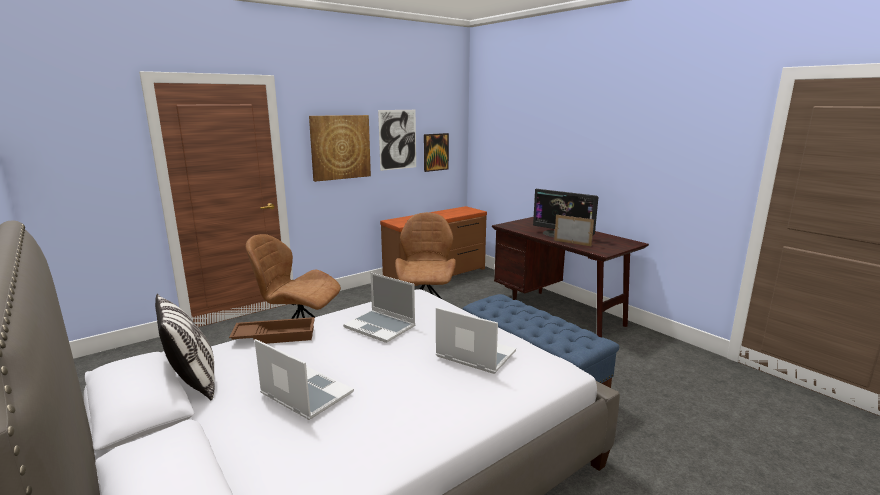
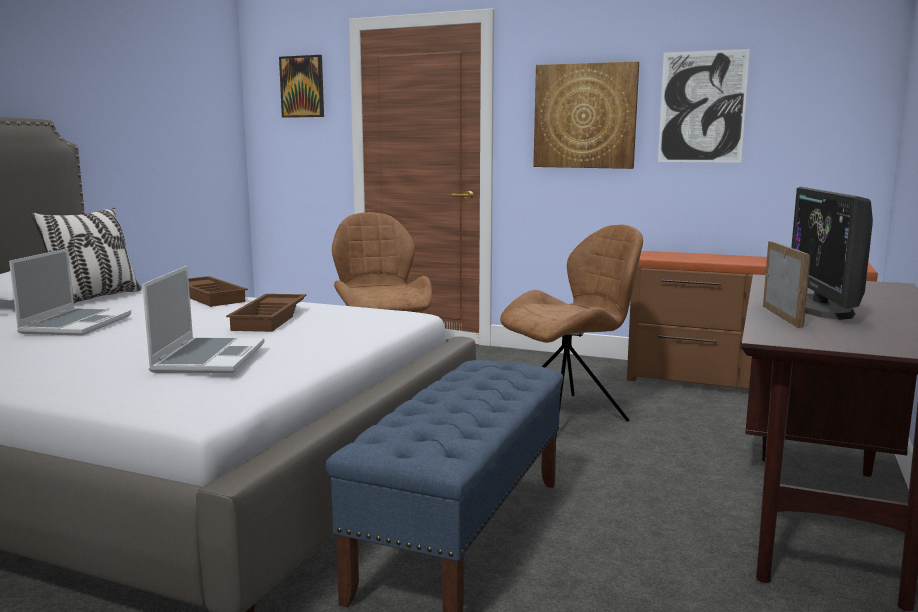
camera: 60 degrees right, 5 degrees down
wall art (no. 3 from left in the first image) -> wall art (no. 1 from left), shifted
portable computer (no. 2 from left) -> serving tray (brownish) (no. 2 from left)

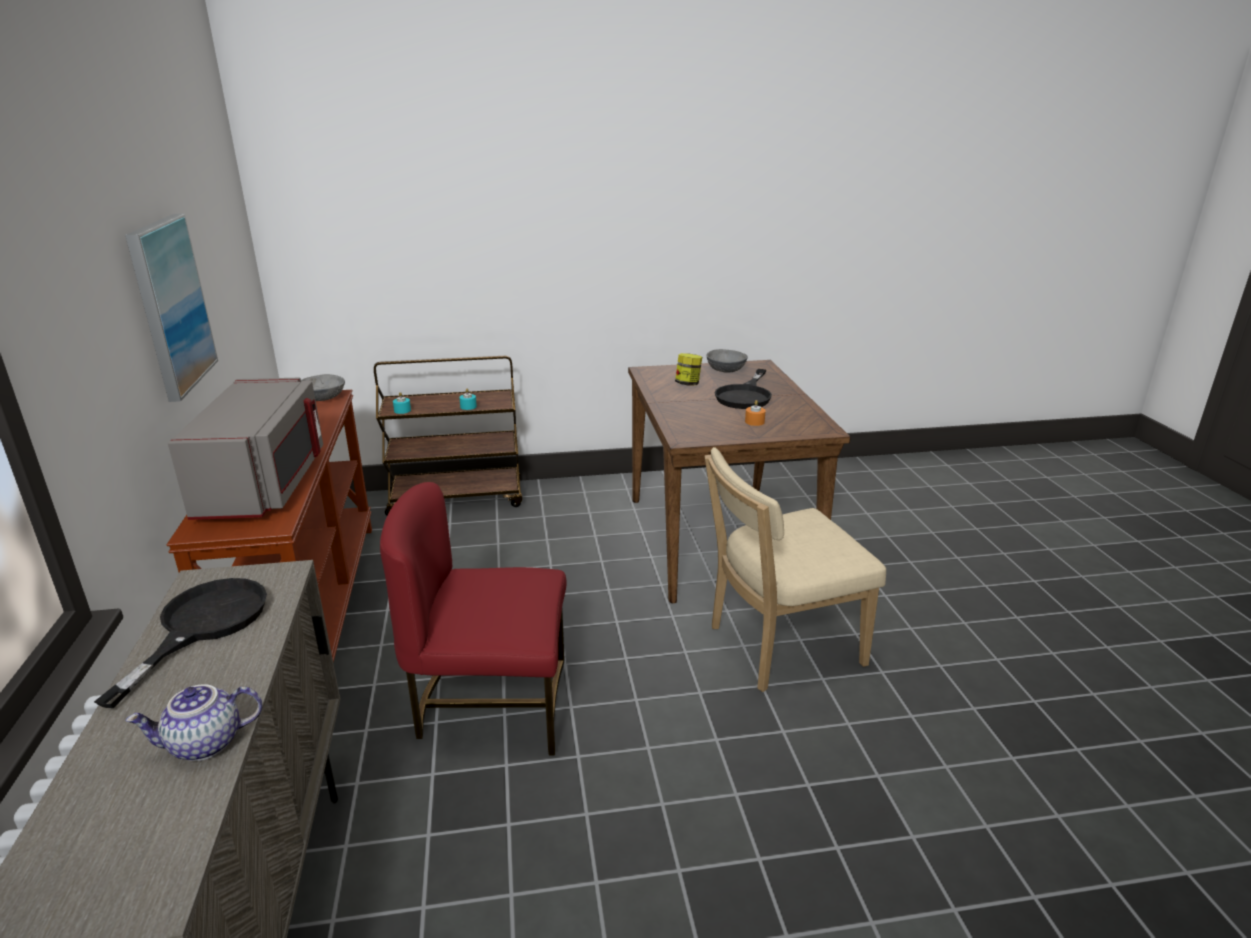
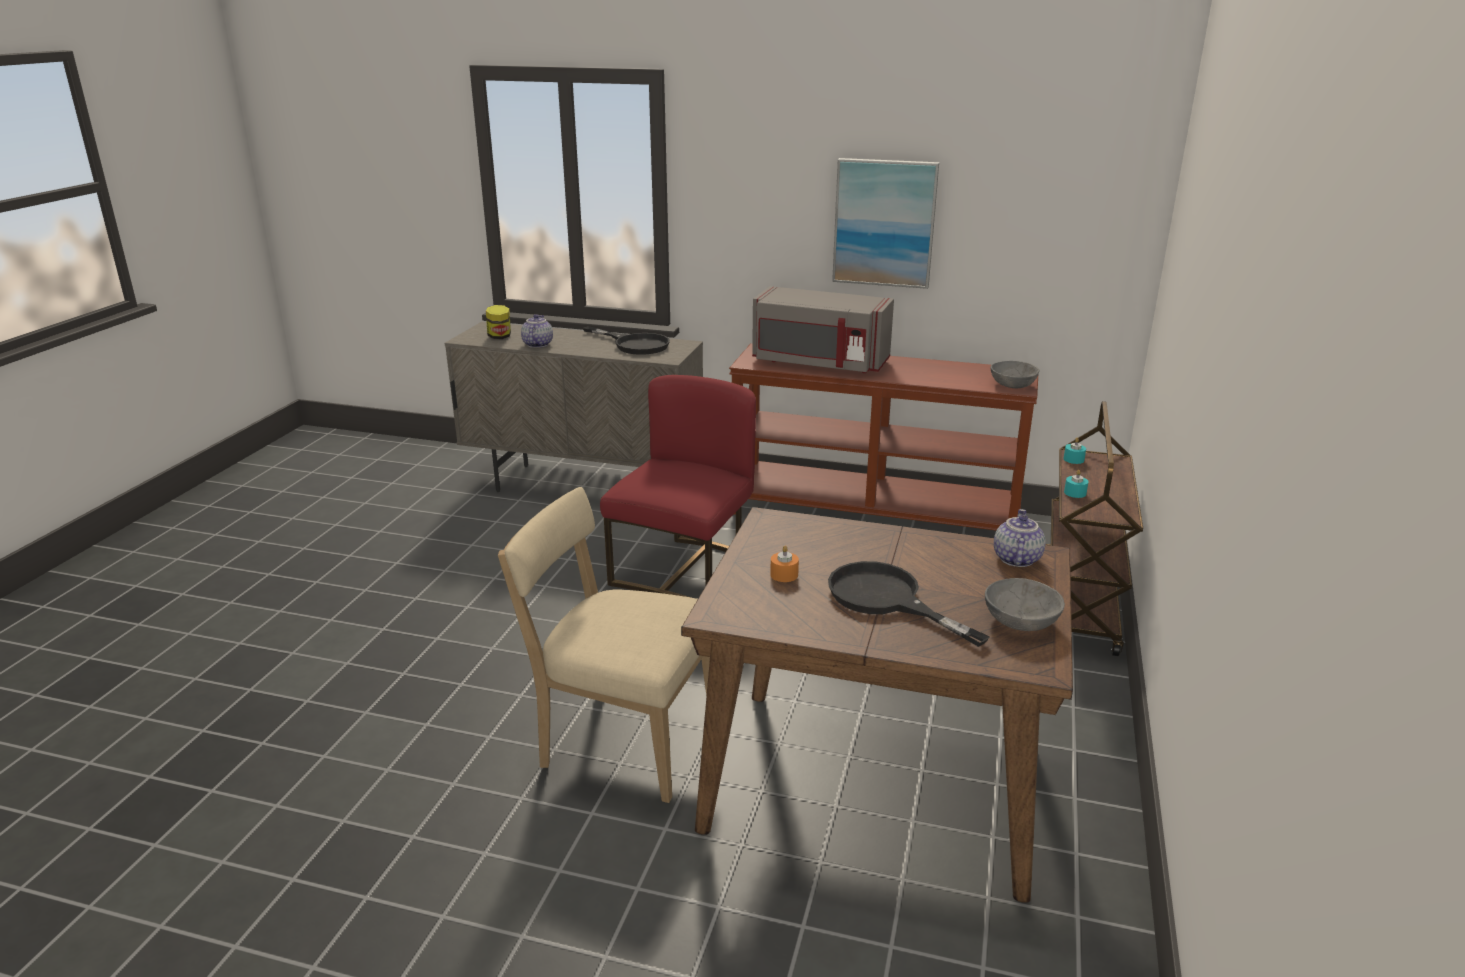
camera: 115 degrees right, 0 degrees up
none -> pot for tea (no. 2 from left)
storage jar, shifted
plain chair (sand-coloured), 75 degrees counterclockwise

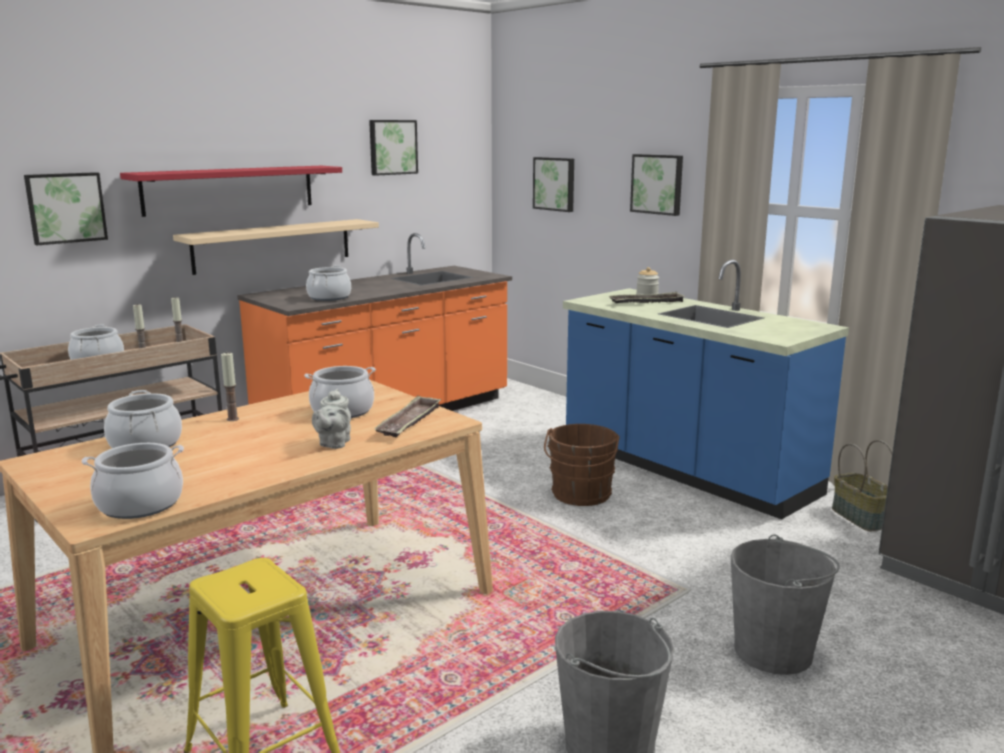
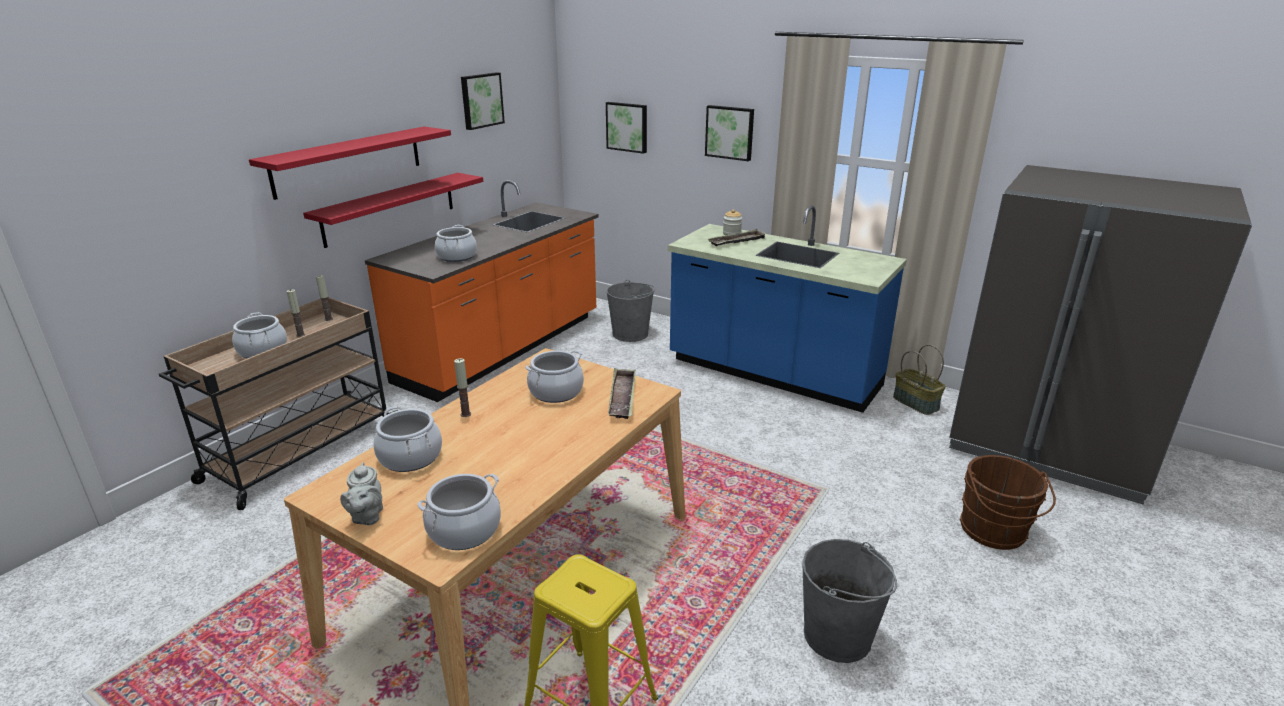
camera: 15 degrees left, 10 degrees up
wall art (no. 1 from left) -> none
pot for tea (grey), shifted
water bucket (brownish), shifted
water bucket (grey) (no. 2 from left in the first image) -> water bucket (grey) (no. 1 from left), shifted
wall shelf (sand-coloured) -> wall shelf (reddish) (no. 2 from left)

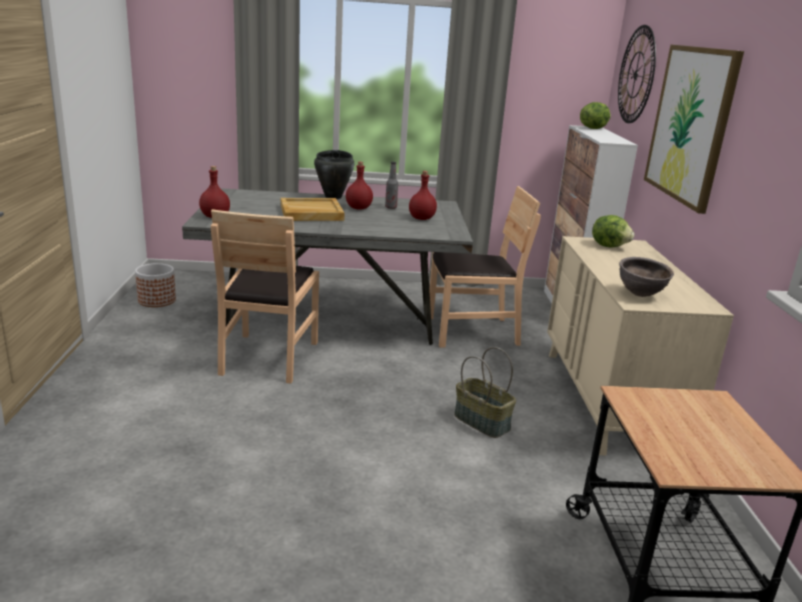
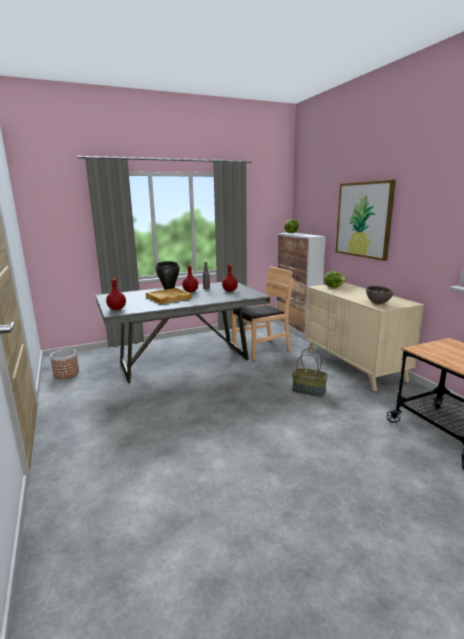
camera: 20 degrees left, 5 degrees down
plain chair (brownish) (no. 1 from left) -> none
hanging clock -> none

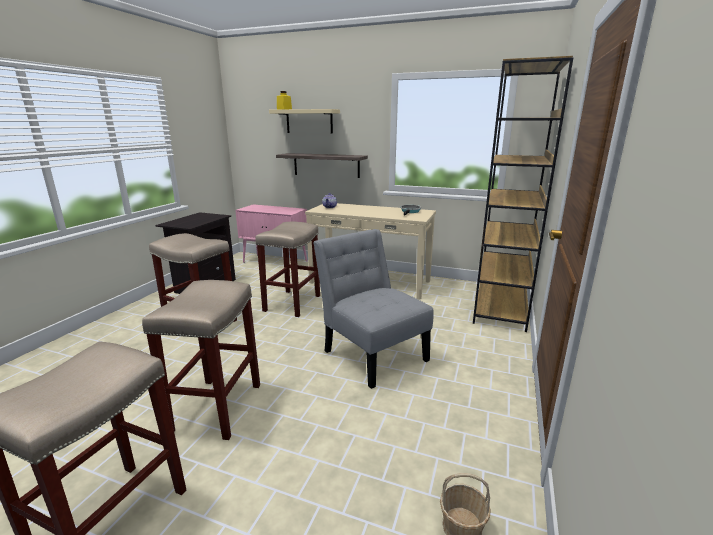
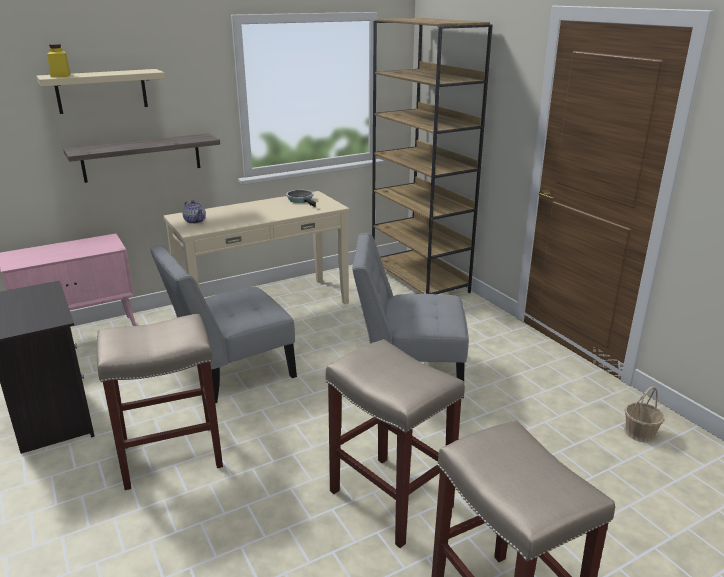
camera: 50 degrees left, 5 degrees up
sitting stool (sand-coloured) (no. 4 from left) -> plain chair (grey) (no. 1 from left)

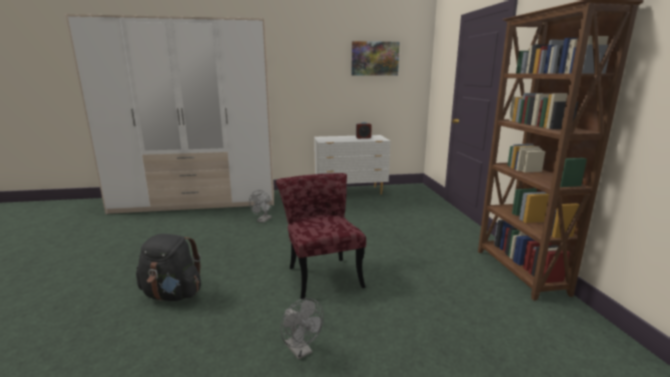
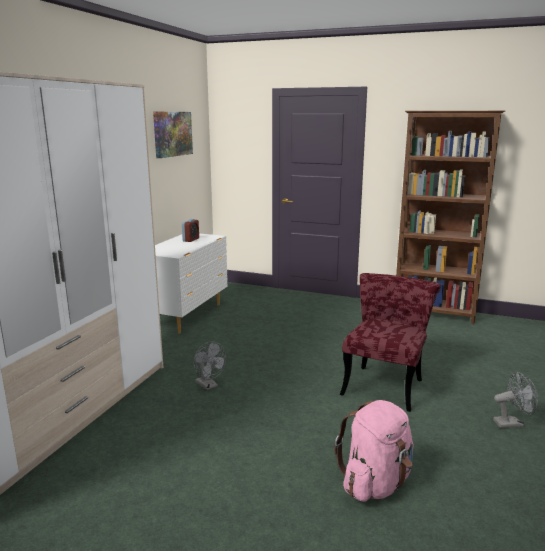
camera: 60 degrees left, 0 degrees up
knapsack (blackish) -> knapsack (pink)
plain chair (reddish), 105 degrees clockwise

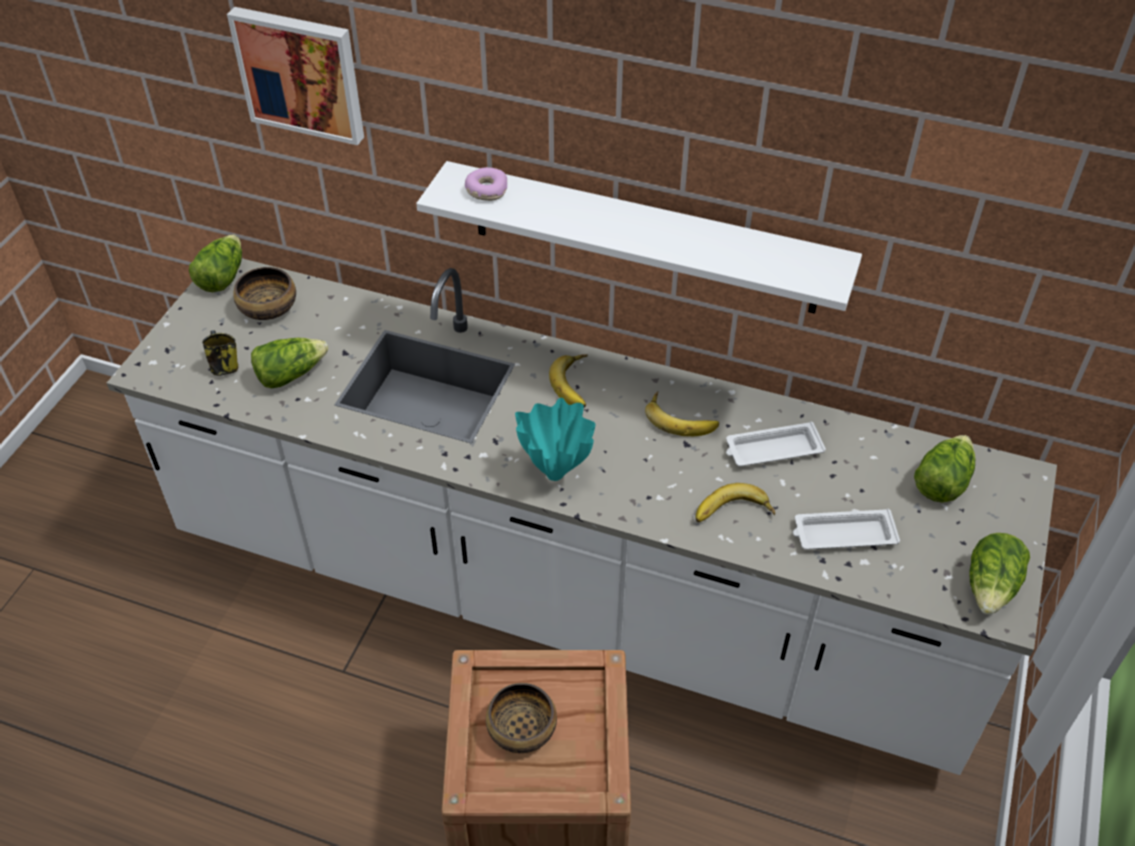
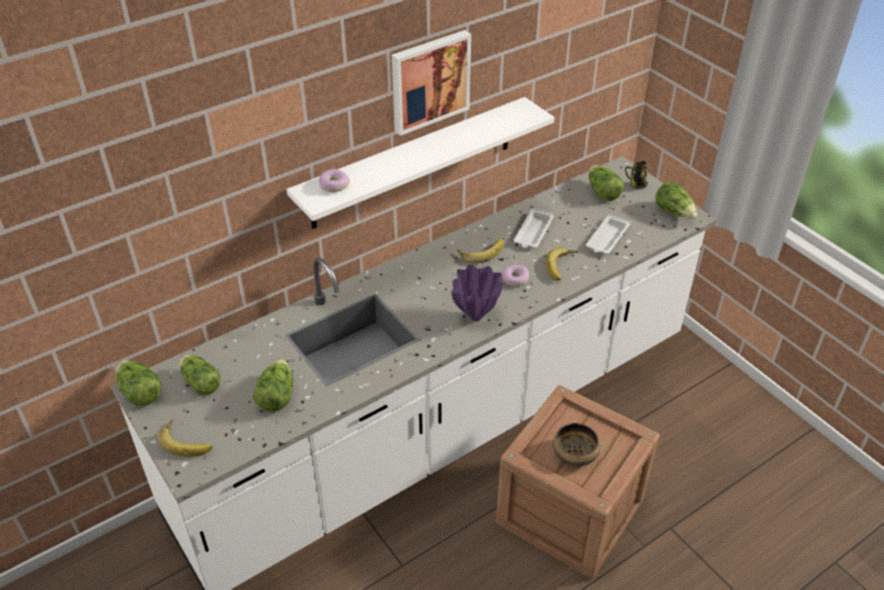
camera: 55 degrees left, 5 degrees down
none -> doughnut (no. 2 from left)
coffee mug, shifted
wall art, shifted
whole banana (no. 1 from left), shifted
bowl (no. 1 from left) -> head of lettuce (no. 2 from left)
flower vase (blue-green) -> flower vase (purple)

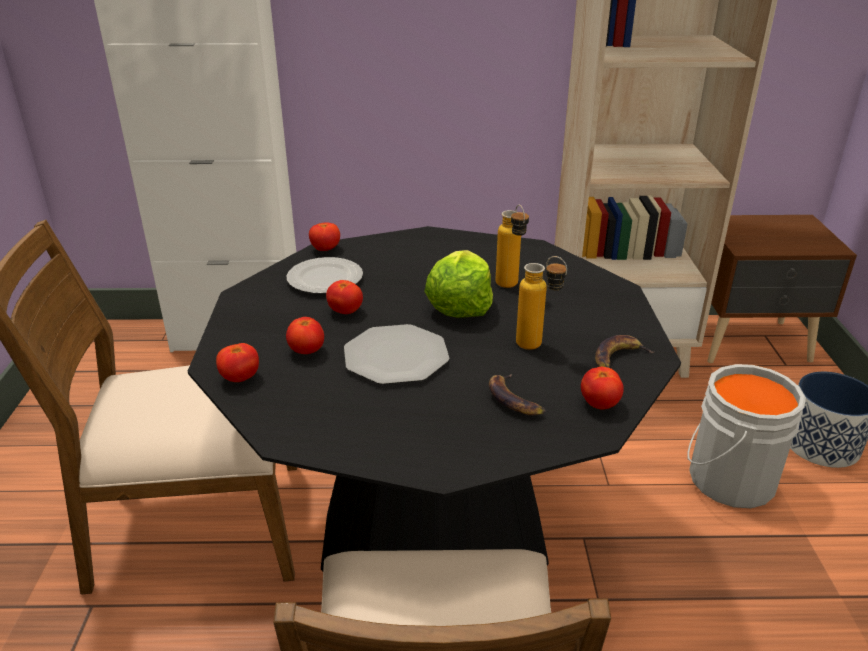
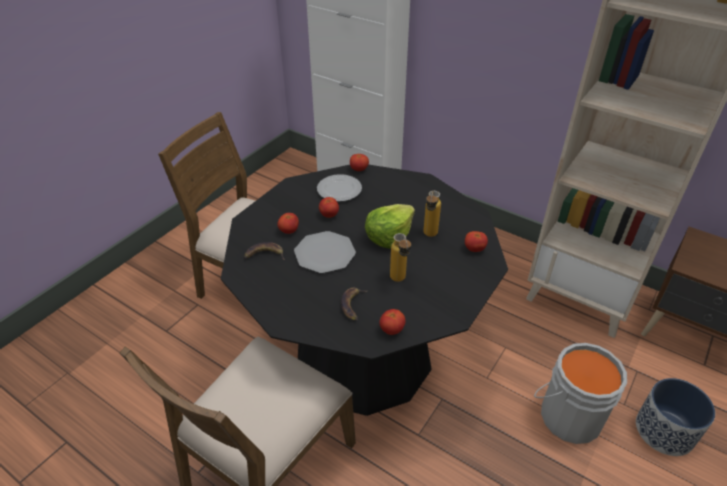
camera: 35 degrees right, 10 degrees up
whole tomato (no. 1 from left in the first image) -> whole tomato (no. 5 from left), shifted
whole banana (no. 2 from left in the first image) -> whole banana (no. 1 from left), shifted

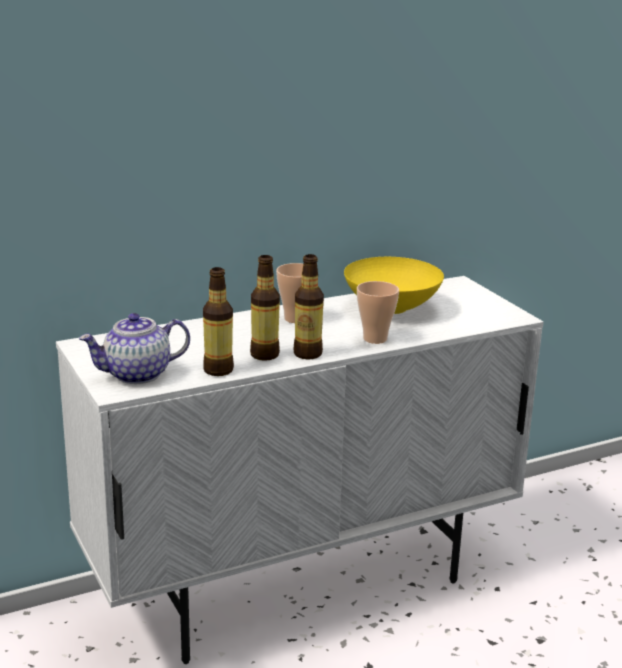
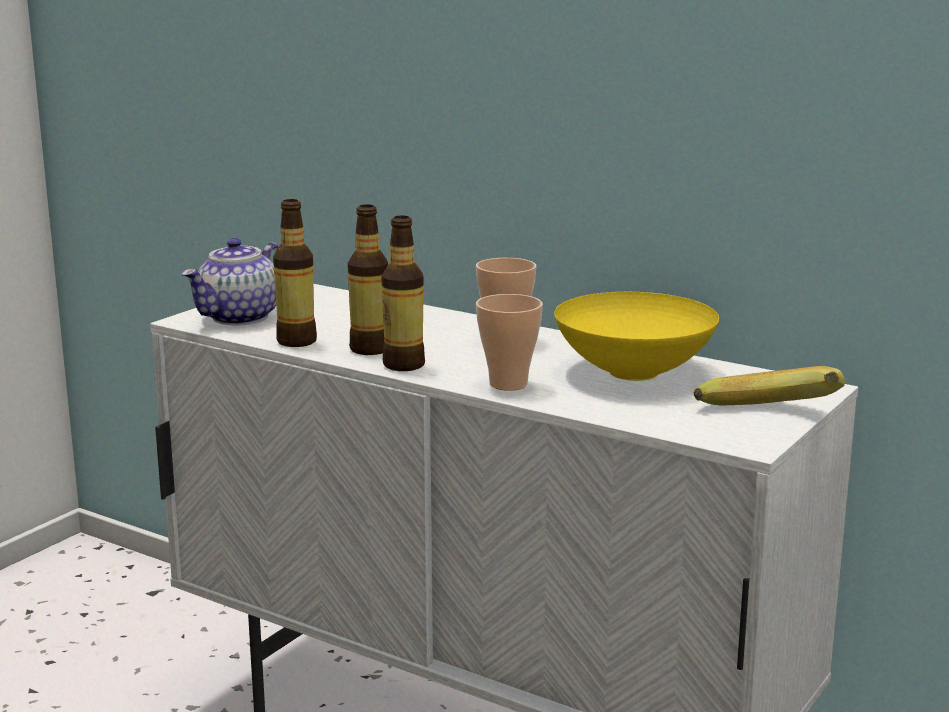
camera: 60 degrees right, 5 degrees down
none -> whole banana
pot for tea, 90 degrees counterclockwise

